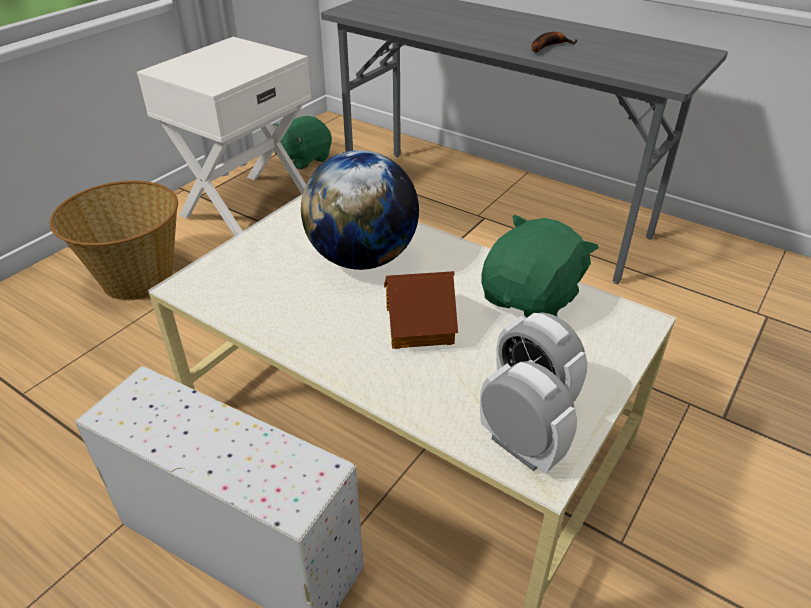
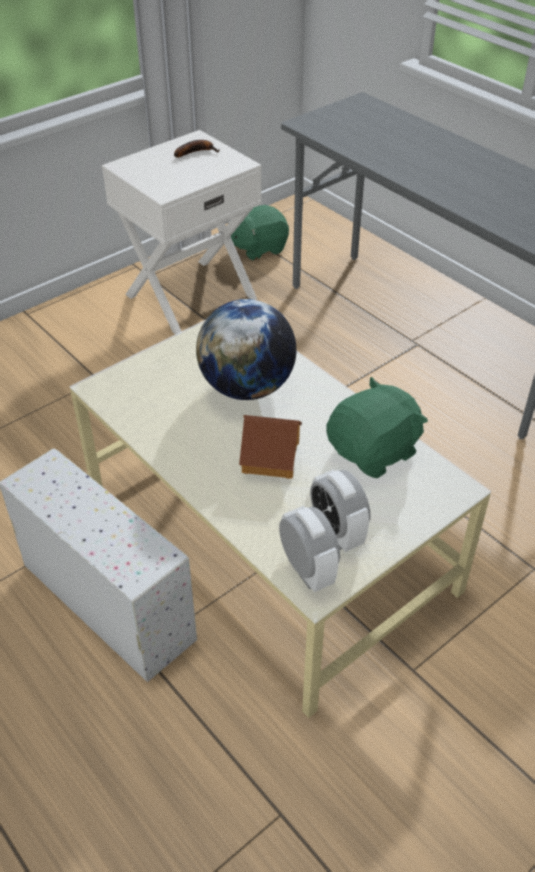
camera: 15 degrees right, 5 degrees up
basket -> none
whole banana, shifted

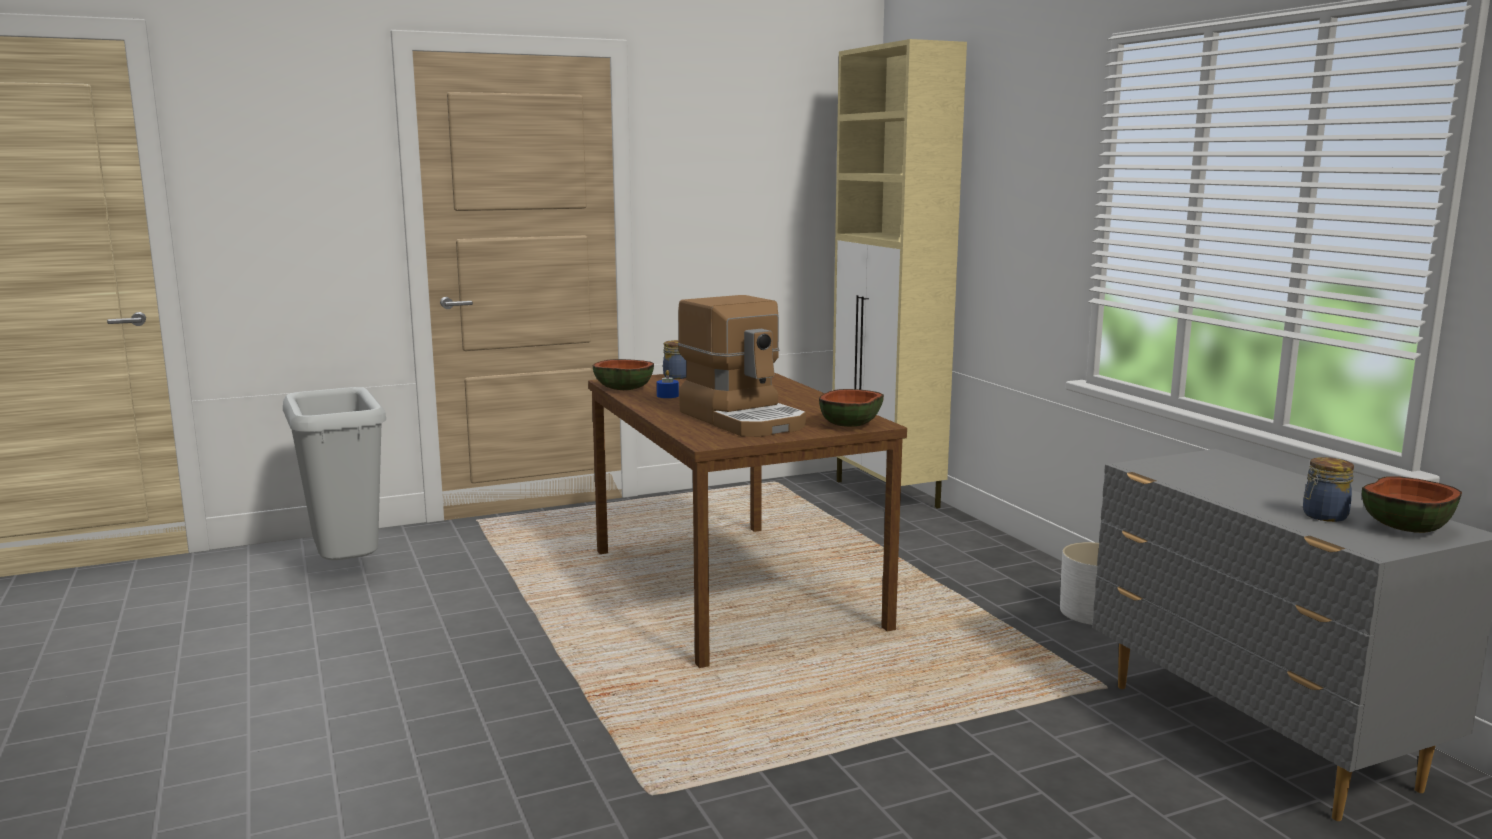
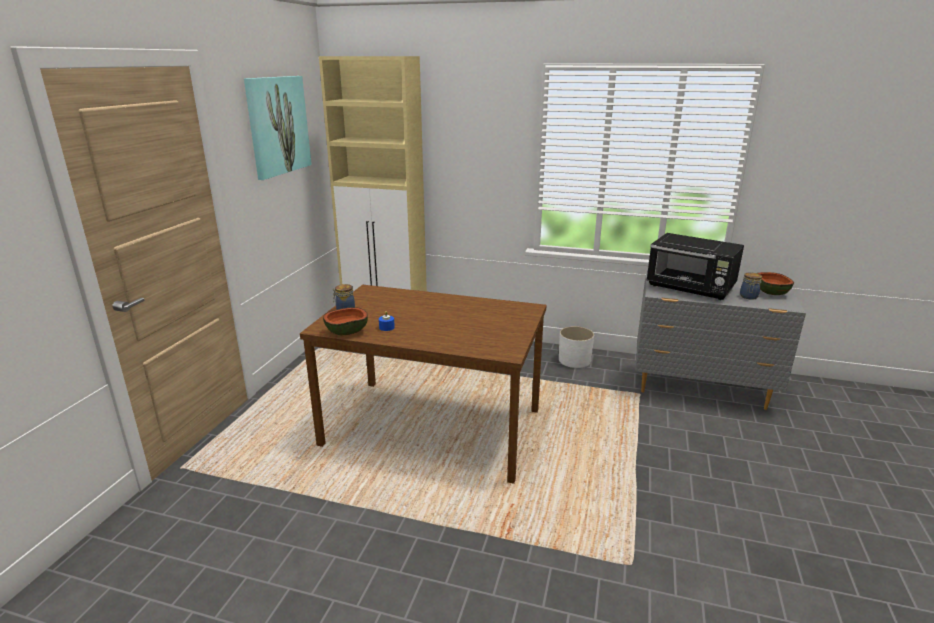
camera: 50 degrees left, 10 degrees up
trash can (grey) -> none
coffee brewer -> none
bowl (no. 2 from left) -> none
none -> wall art
none -> kitchen microwave (blackish)

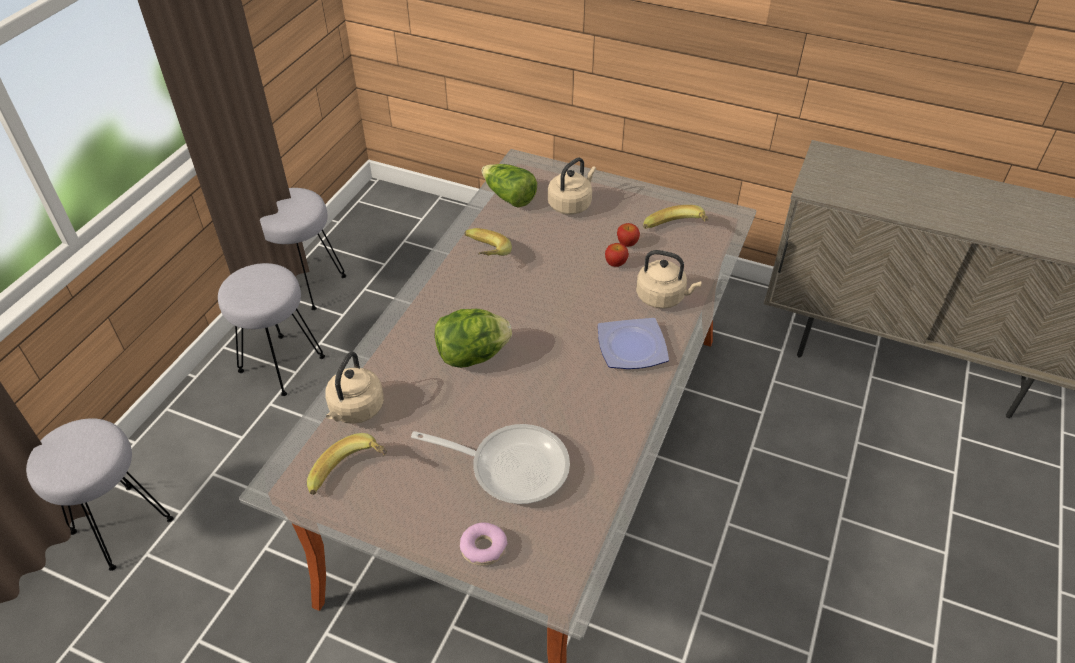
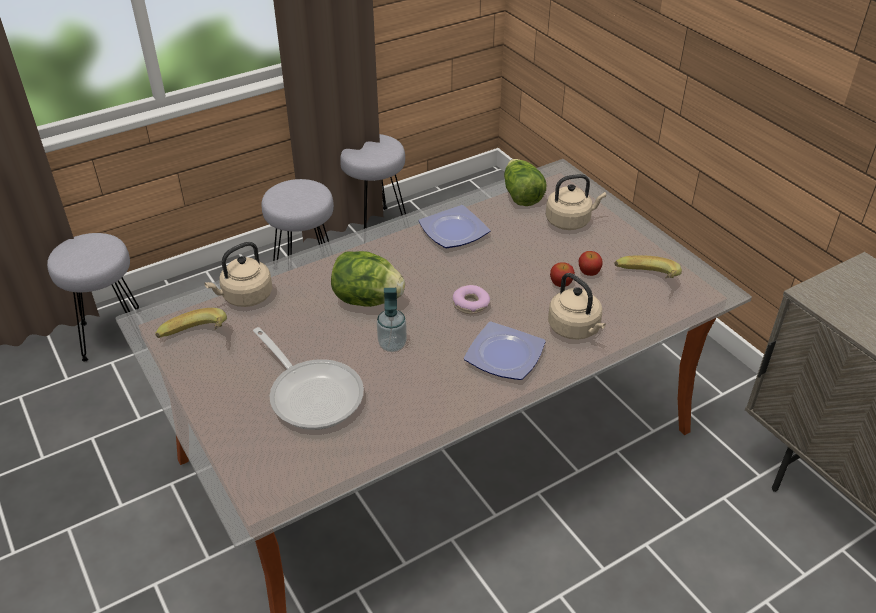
camera: 35 degrees right, 5 degrees down
none -> soap dispenser
doughnut, shifted
whole banana (no. 2 from left) -> flat dish (no. 1 from left)

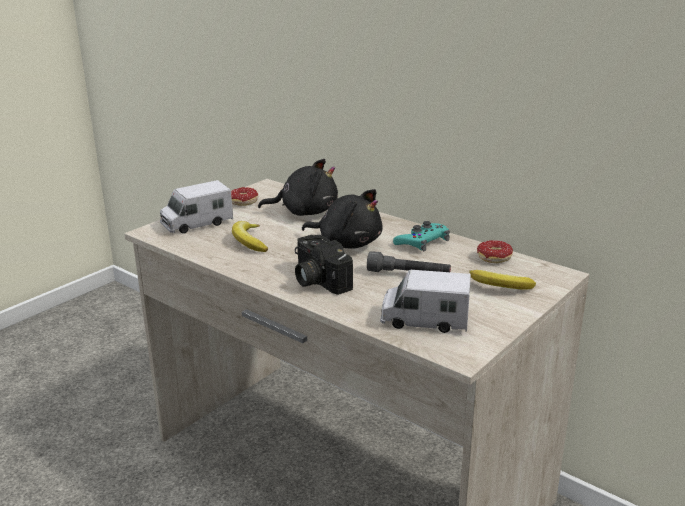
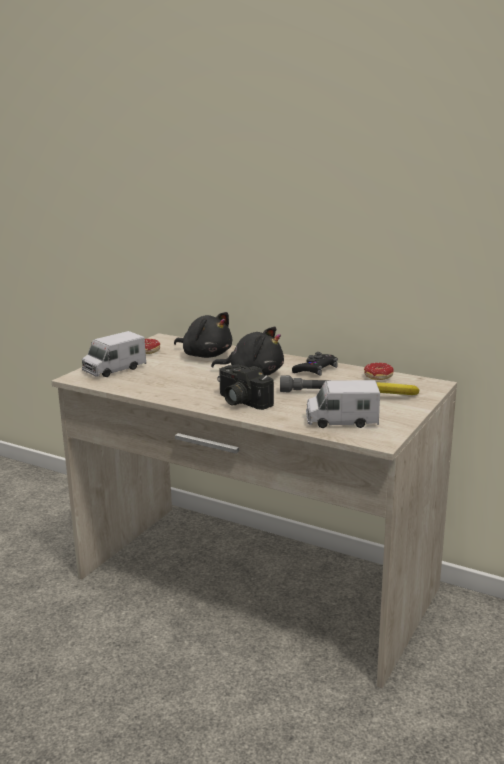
camera: 10 degrees left, 5 degrees down
whole banana (no. 1 from left) -> none
game controller (blue-green) -> game controller (blackish)
plush toy (blackish) (no. 1 from left), 45 degrees clockwise

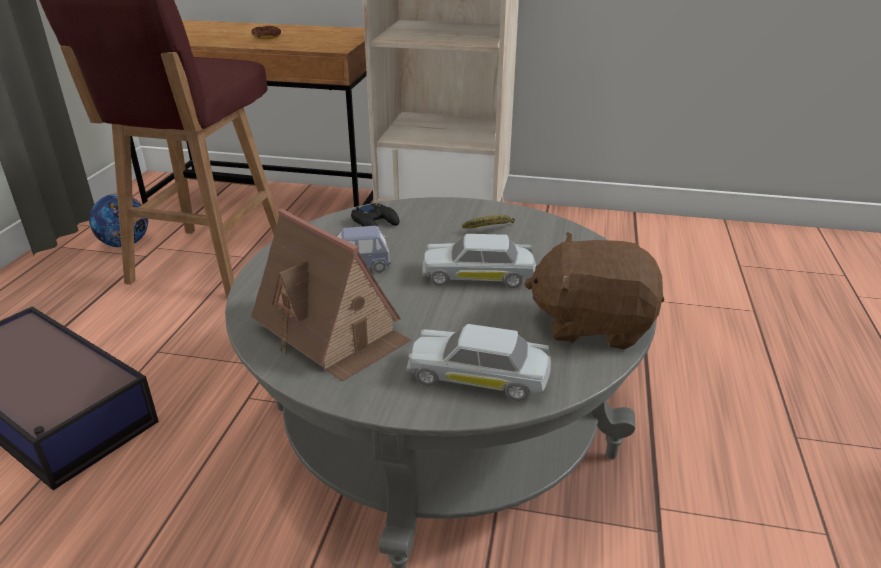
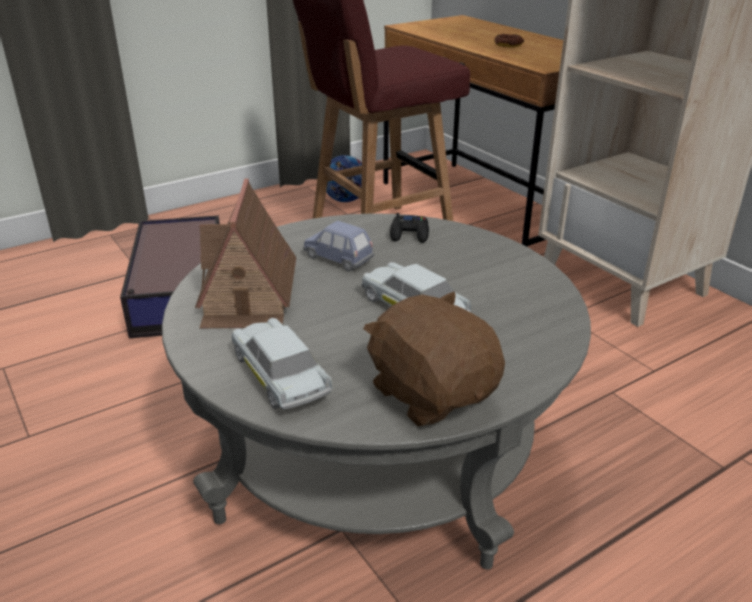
camera: 45 degrees right, 0 degrees up
whole banana -> none

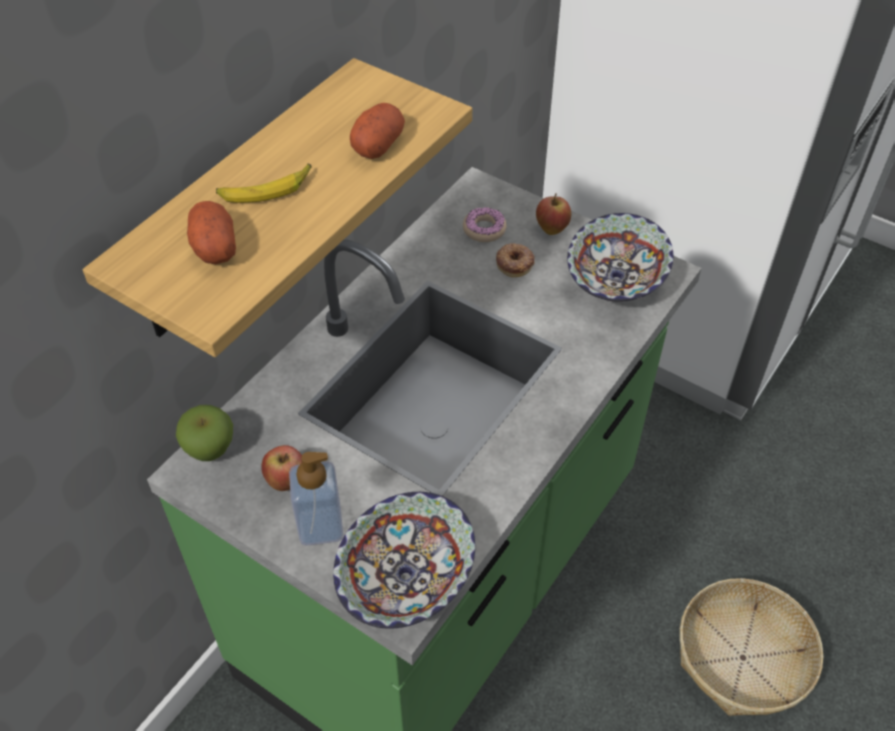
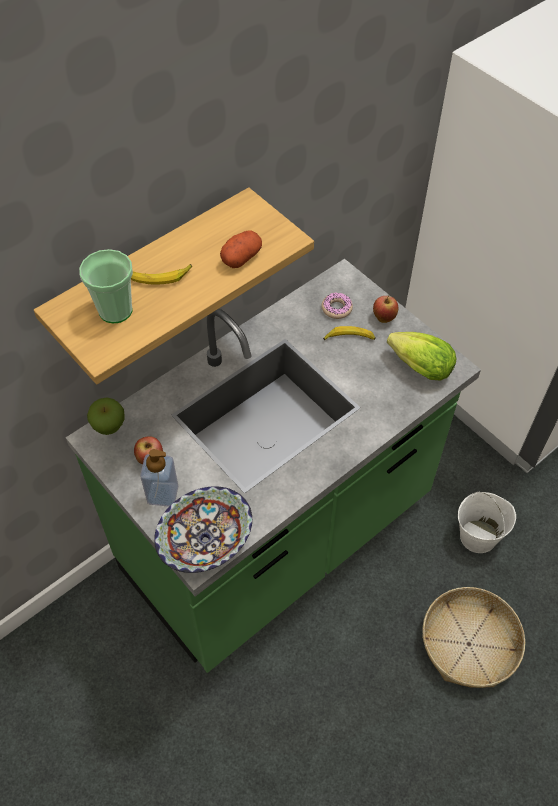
camera: 15 degrees right, 5 degrees up
none -> water bucket (white-coloured)
spud (no. 1 from left) -> drinking cup
doughnut (no. 2 from left) -> whole banana (no. 2 from left)
bowl (no. 2 from left) -> head of lettuce

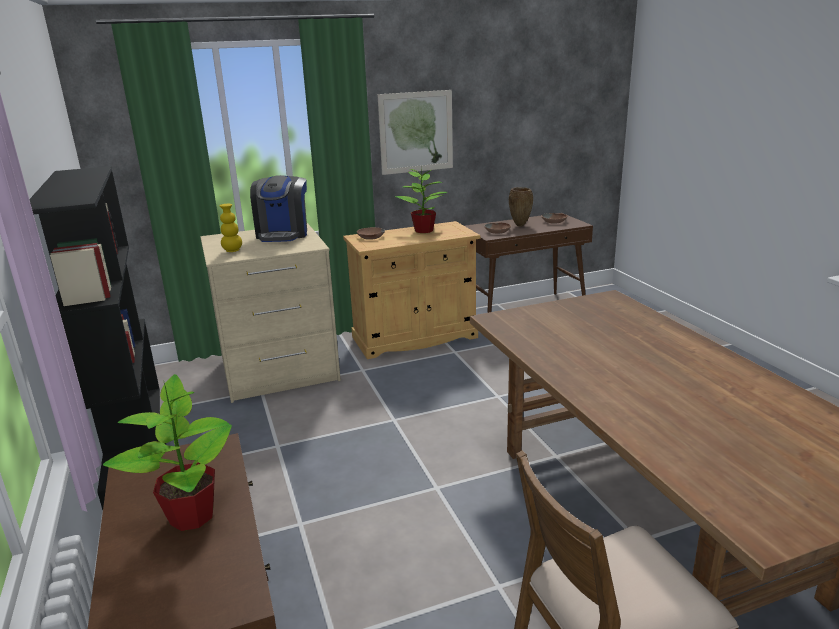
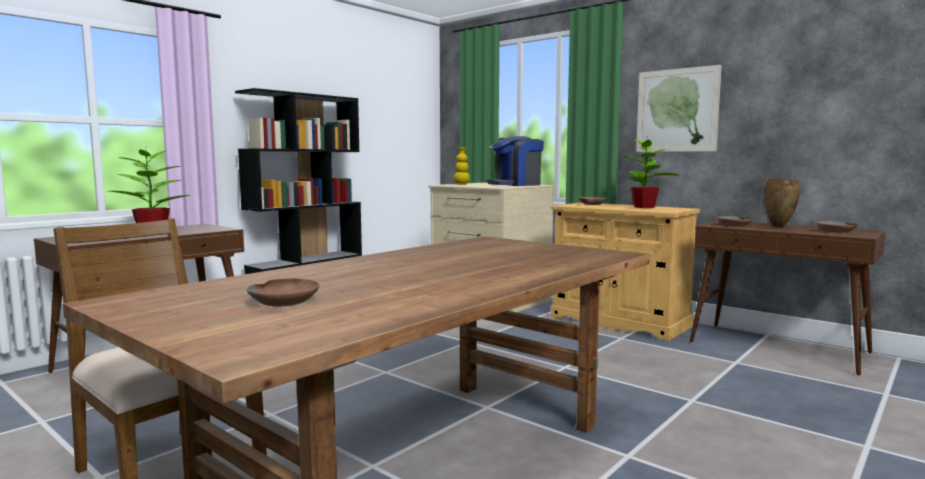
camera: 60 degrees right, 15 degrees down
none -> bowl (brownish) (no. 1 from left)

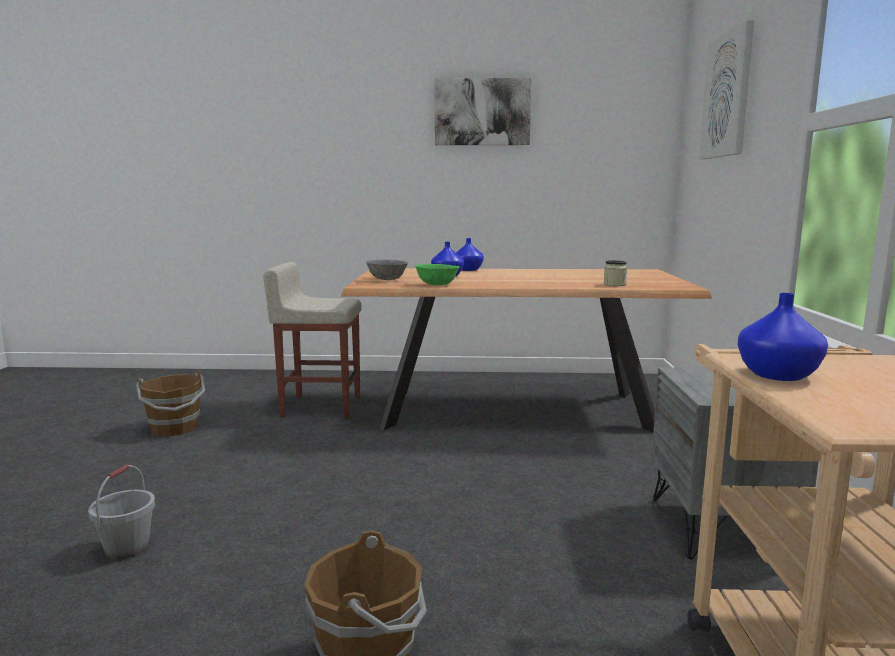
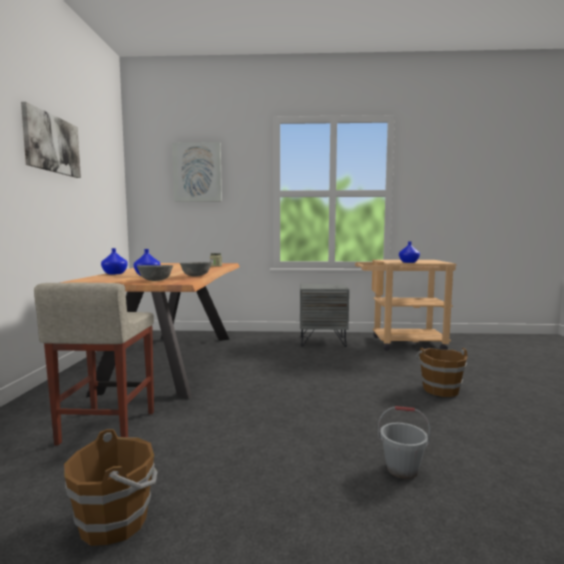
camera: 90 degrees left, 5 degrees down
bowl (green-coloured) -> bowl (grey) (no. 2 from left)

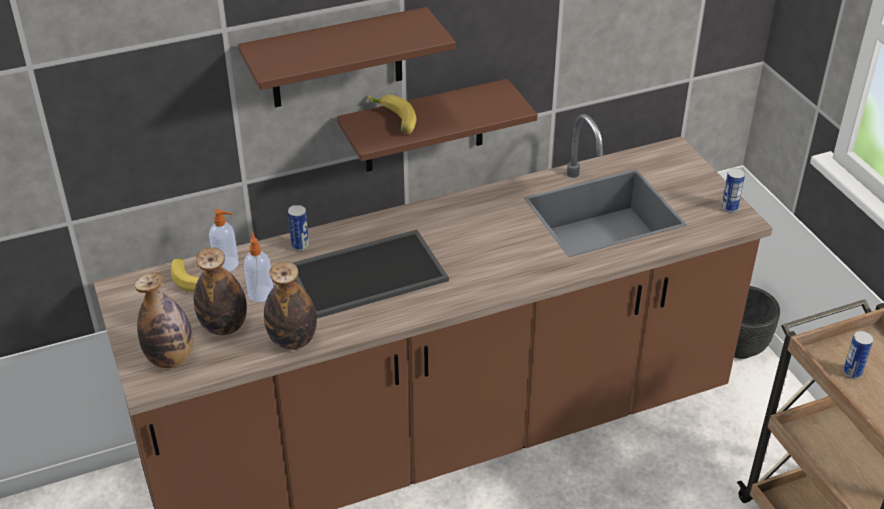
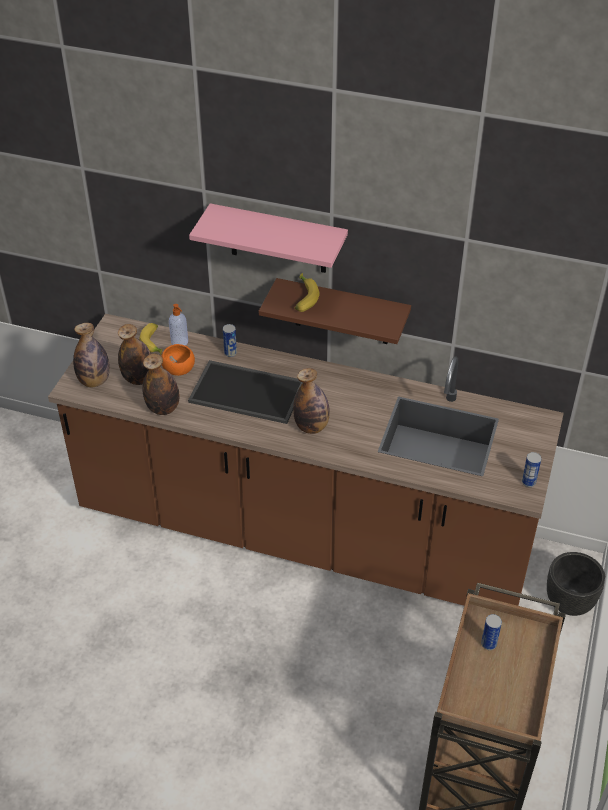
camera: 40 degrees right, 5 degrees up
none -> drink bottle (no. 4 from left)
soap dispenser (no. 2 from left) -> bowl (orange-coloured)
wall shelf (brownish) (no. 1 from left) -> wall shelf (pink)

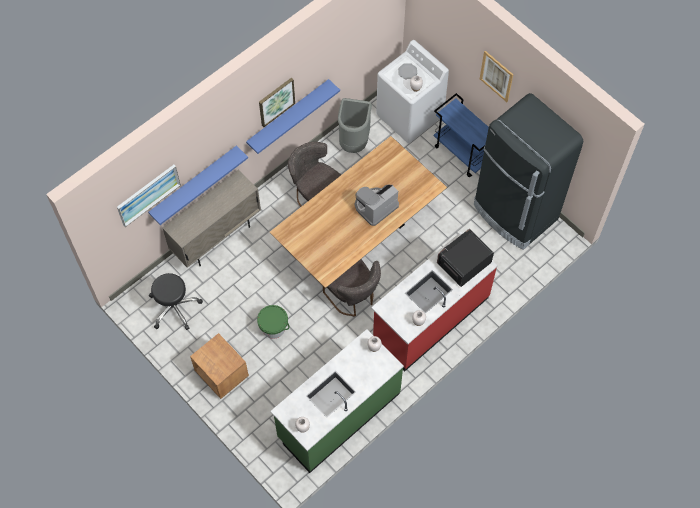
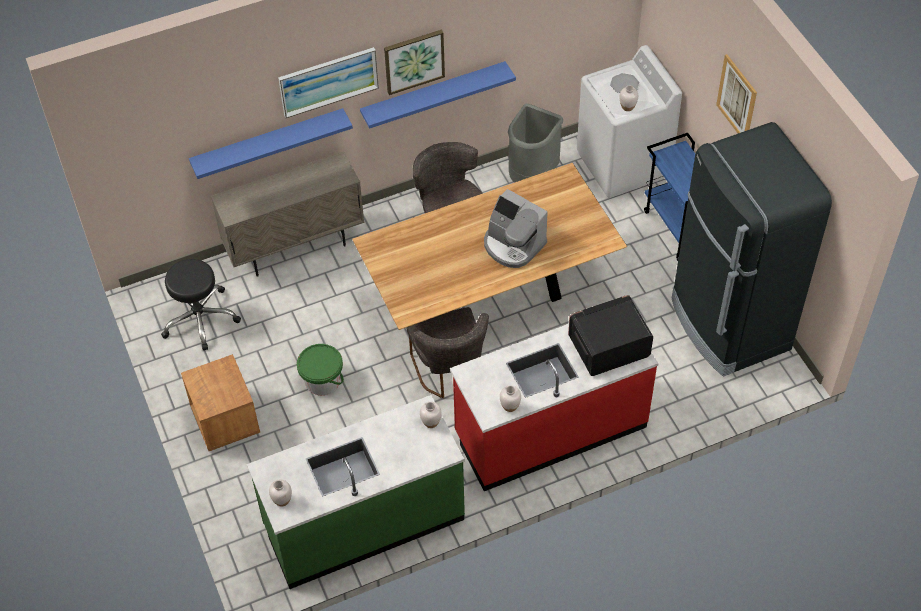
camera: 20 degrees right, 10 degrees down
wall art (no. 1 from left), shifted
coffee brewer, 120 degrees counterclockwise

